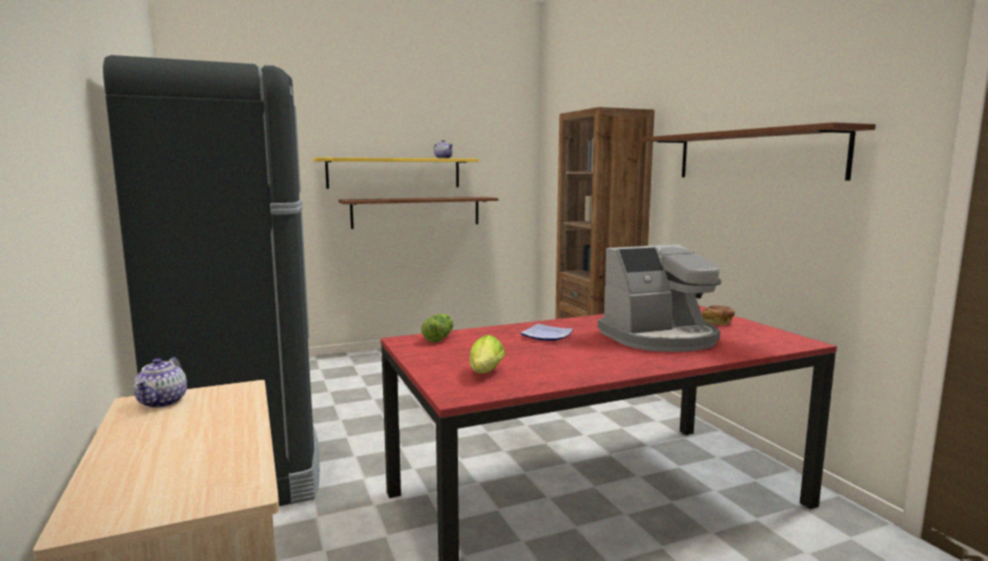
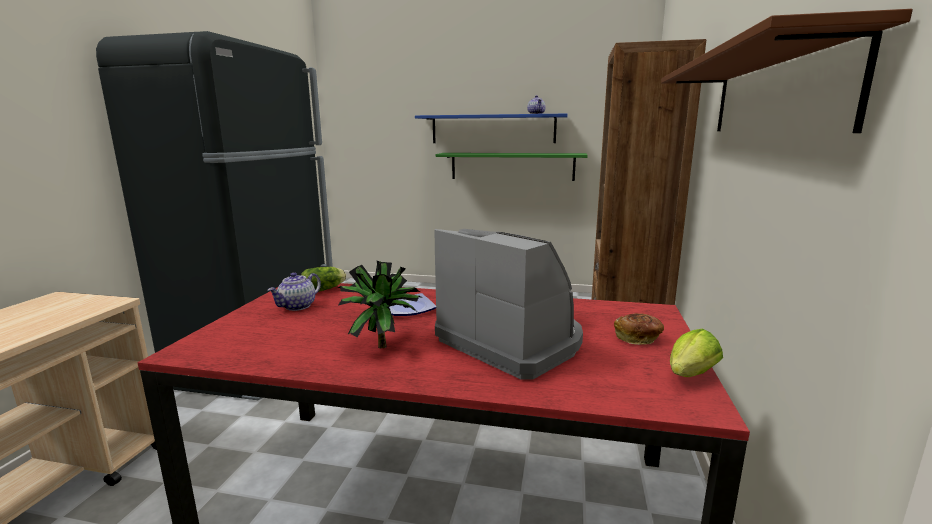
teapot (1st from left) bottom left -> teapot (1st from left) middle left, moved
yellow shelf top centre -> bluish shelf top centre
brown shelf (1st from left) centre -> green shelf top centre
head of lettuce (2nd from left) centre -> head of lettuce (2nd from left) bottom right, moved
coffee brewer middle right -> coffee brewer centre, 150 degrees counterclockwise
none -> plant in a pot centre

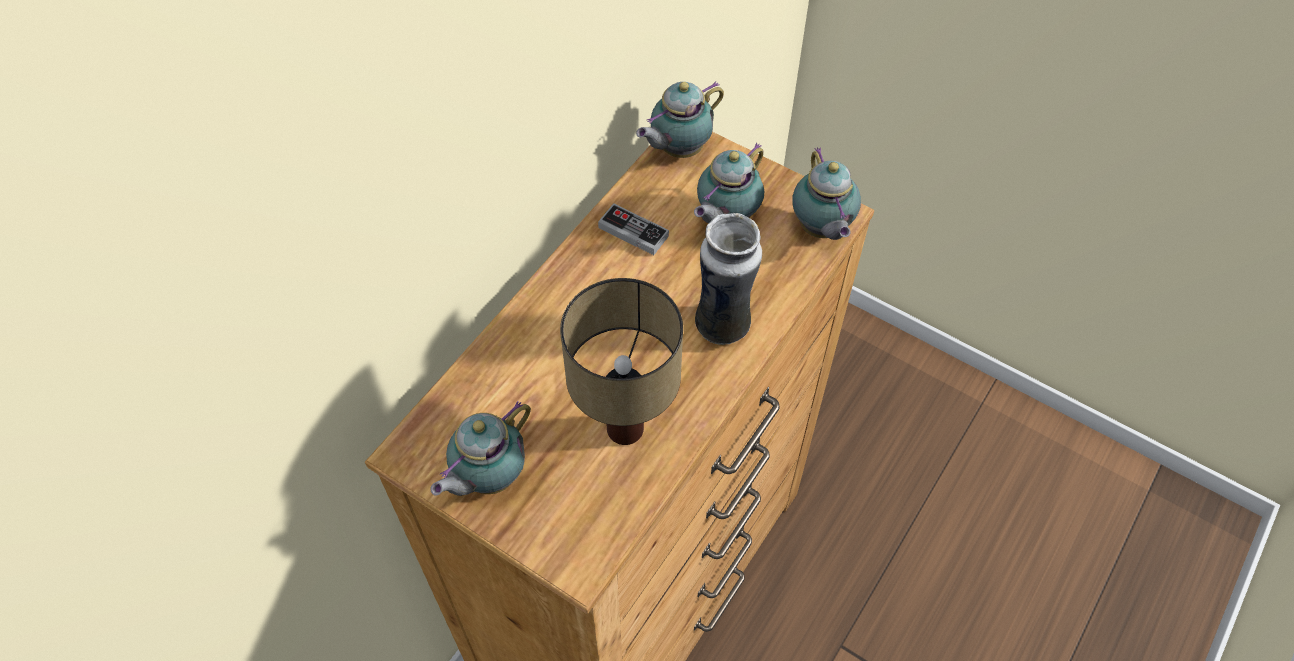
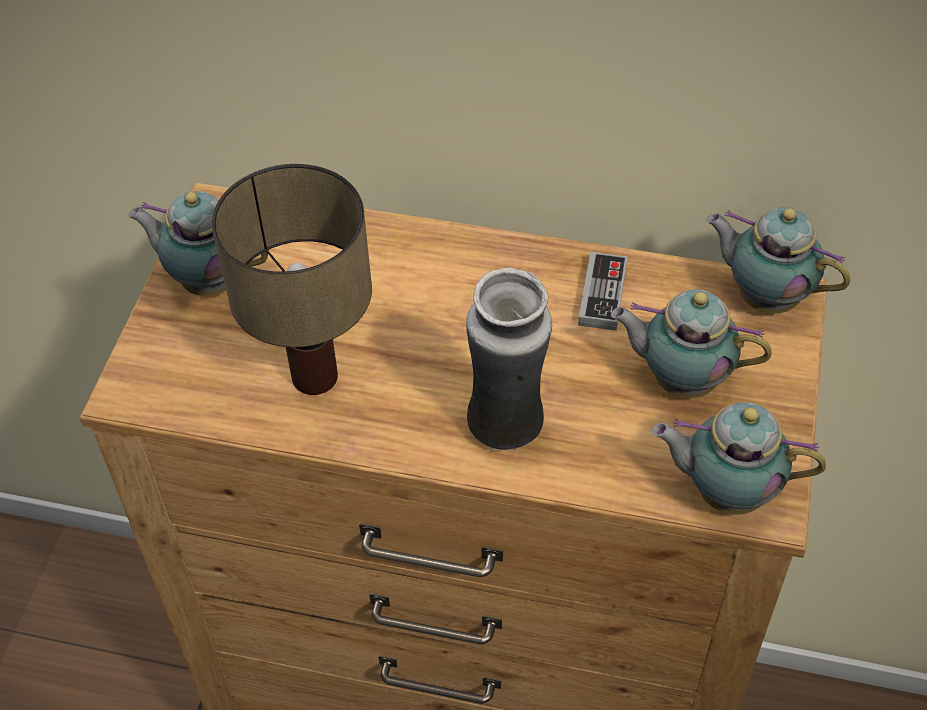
teapot (4th from left in the first image) top centre -> teapot (3rd from left) middle right, 45 degrees clockwise

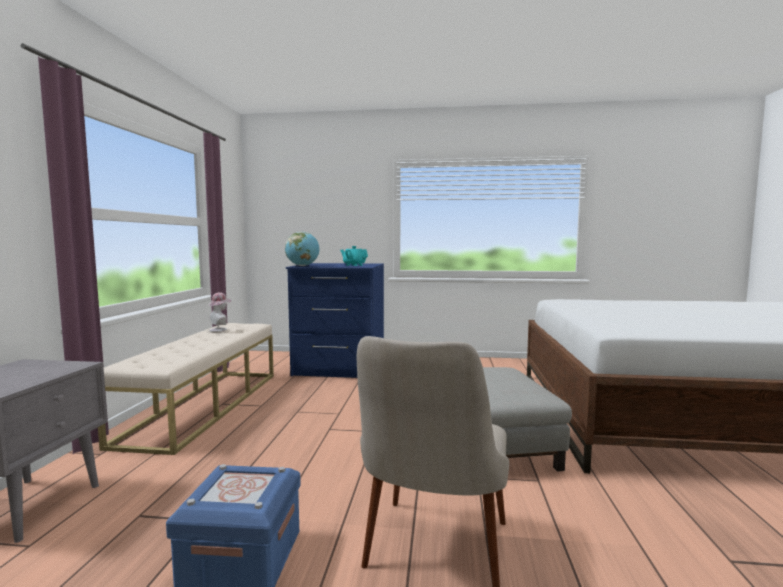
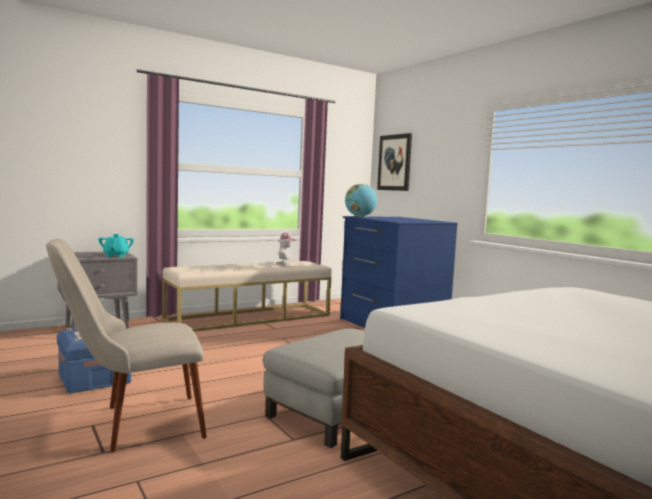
turquoise teapot centre -> turquoise teapot middle left, moved
none -> wall art top centre

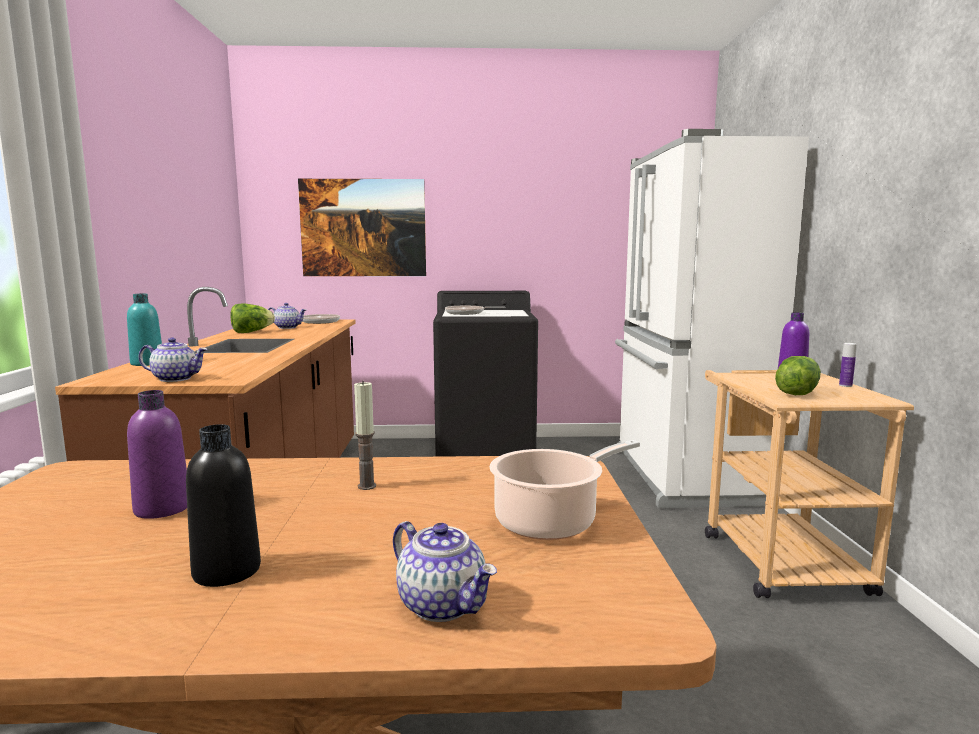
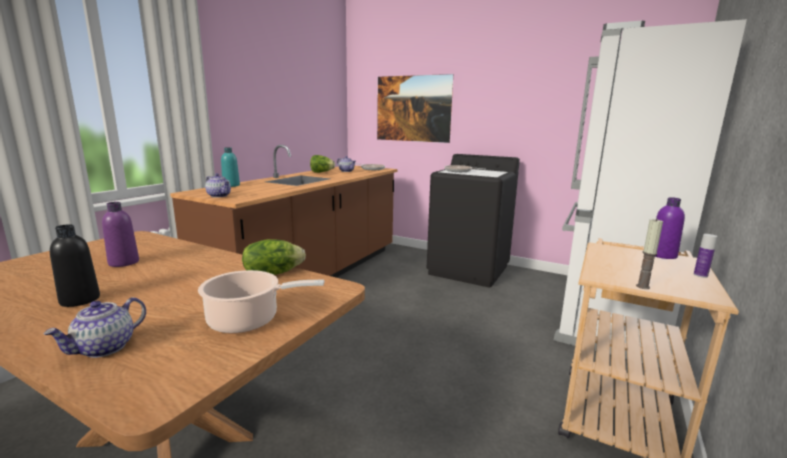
candle centre -> candle middle right, moved
teapot (3rd from left in the first image) bottom centre -> teapot (1st from left) bottom left, 45 degrees clockwise
head of lettuce (2nd from left in the first image) middle right -> head of lettuce (1st from left) centre, moved

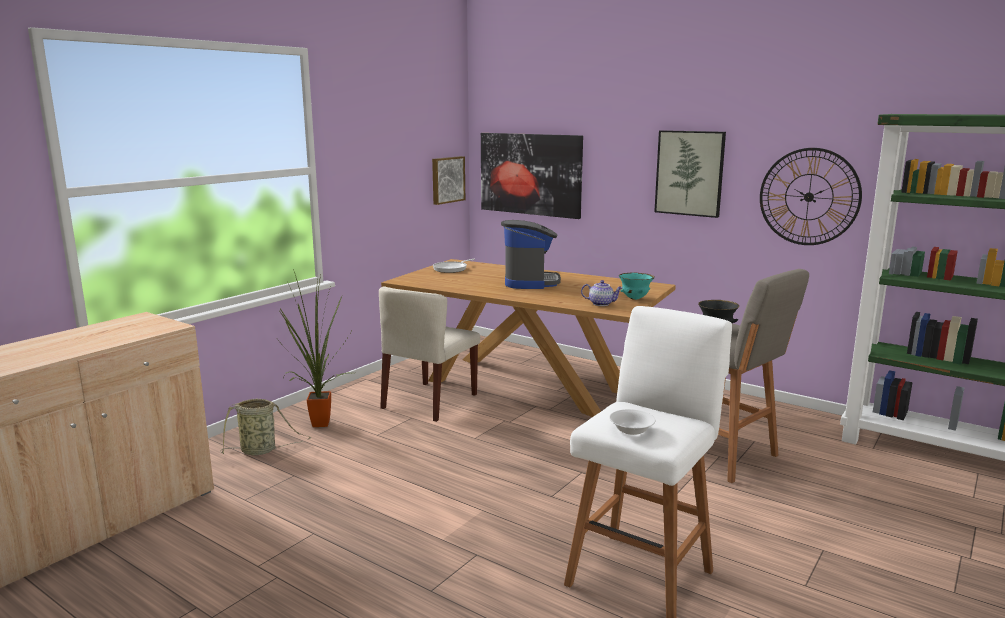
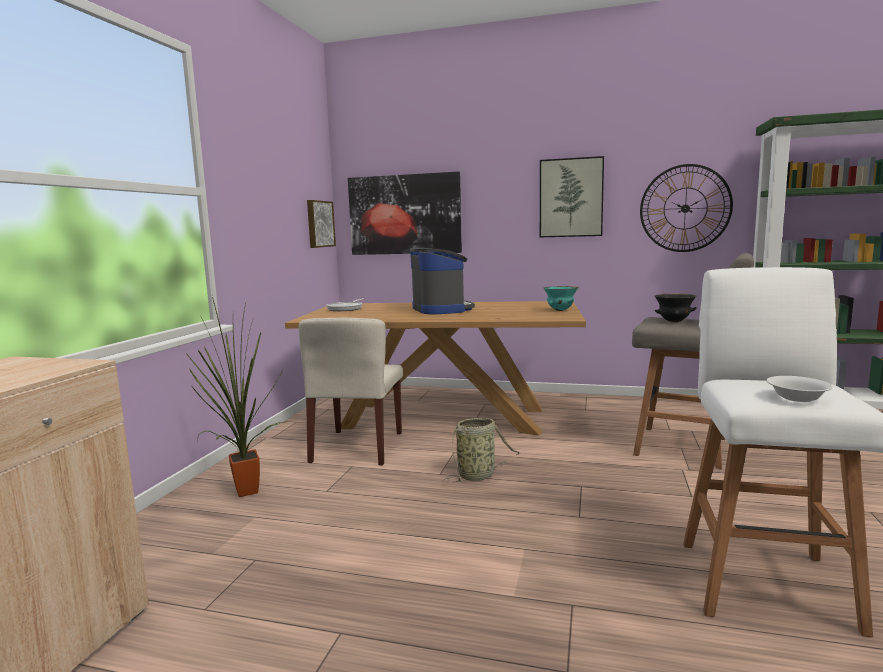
basket bottom left -> basket bottom centre, moved
teapot centre -> none

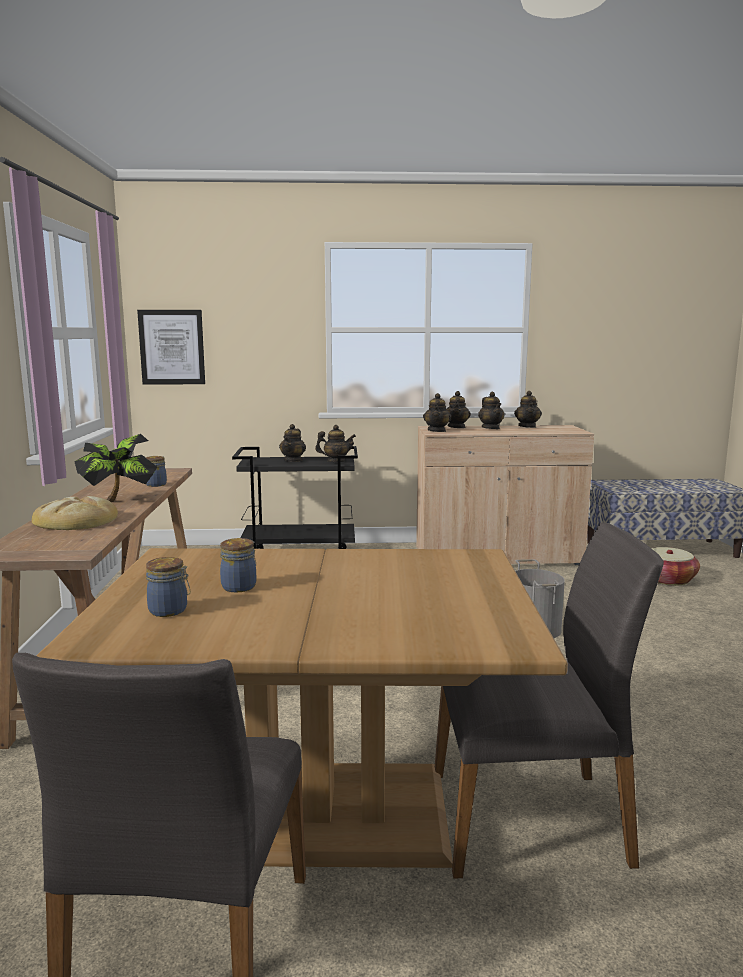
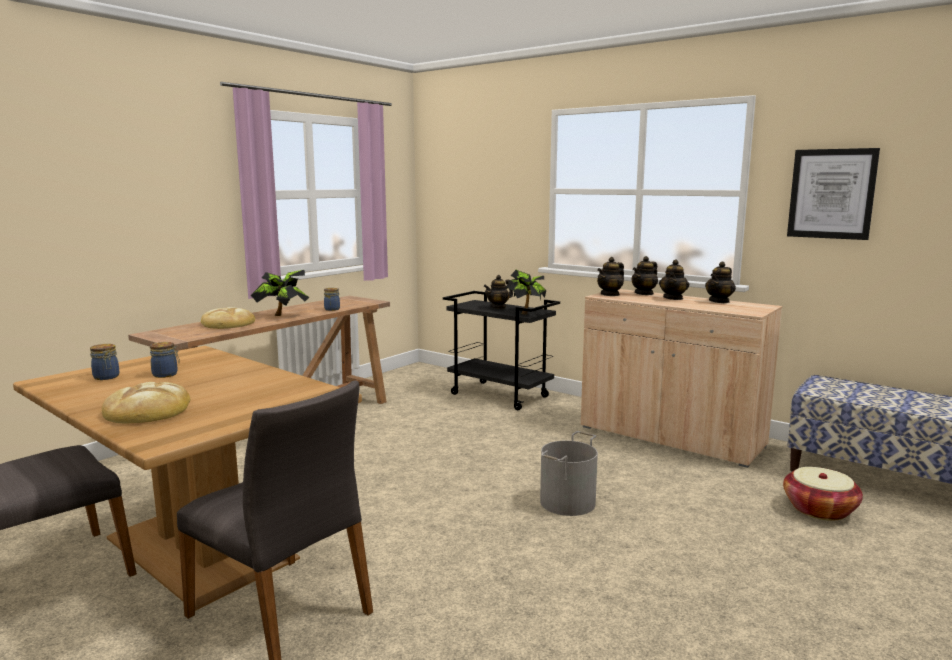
wall art middle left -> wall art top right, moved
teapot (2nd from left) centre -> plant in a pot (2nd from left) centre
none -> baked bread (1st from left) middle left

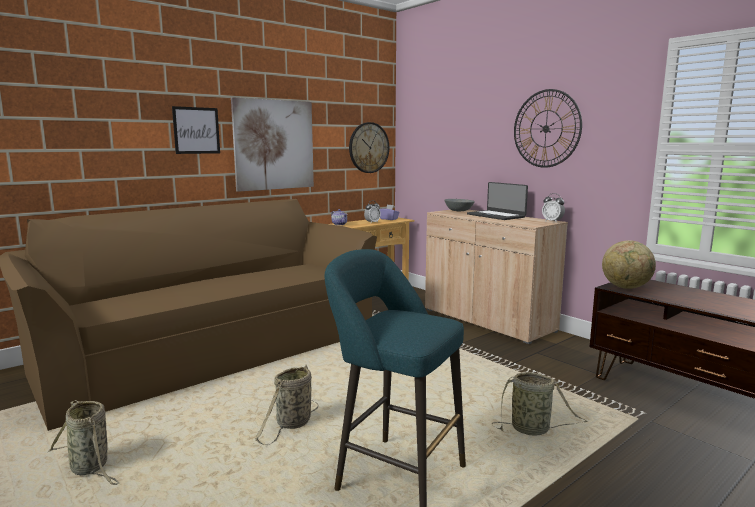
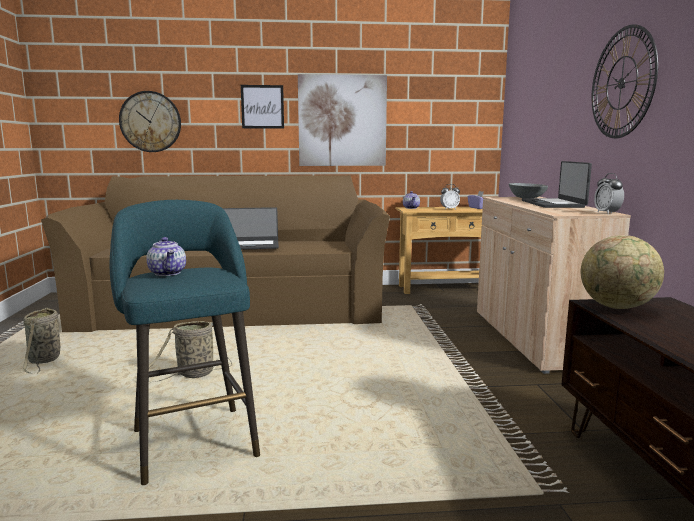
clock on the wall (1st from left) top centre -> clock on the wall (1st from left) top left, moved
basket (3rd from left) bottom right -> none
none -> teapot (1st from left) middle left
none -> laptop (1st from left) centre

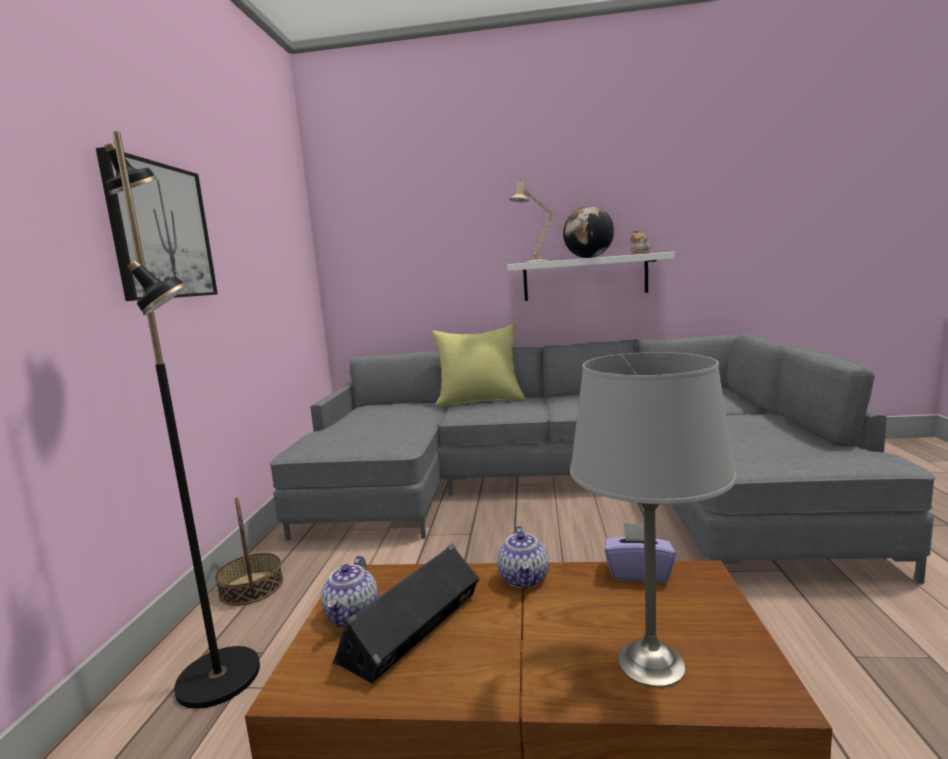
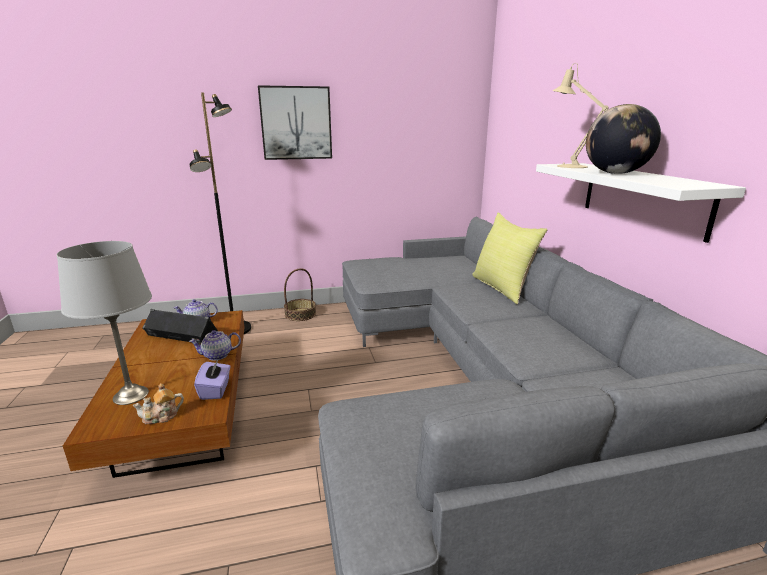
teapot (3rd from left in the first image) top right -> teapot (1st from left) bottom left, moved

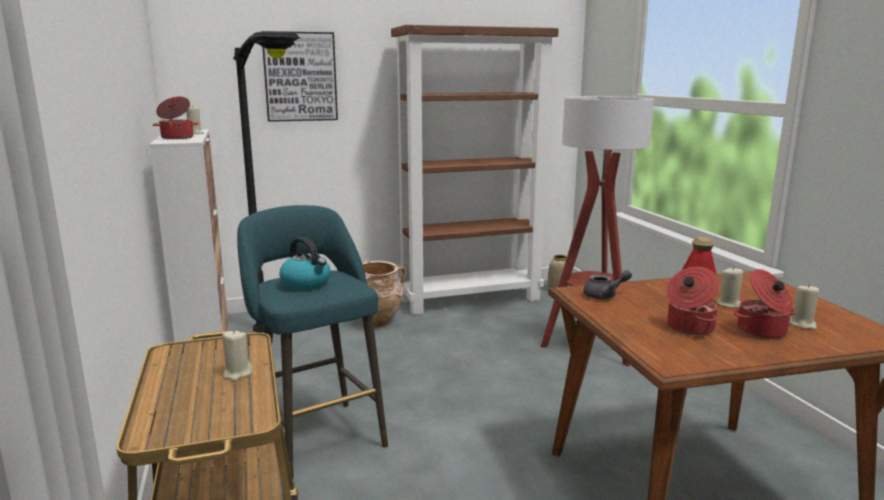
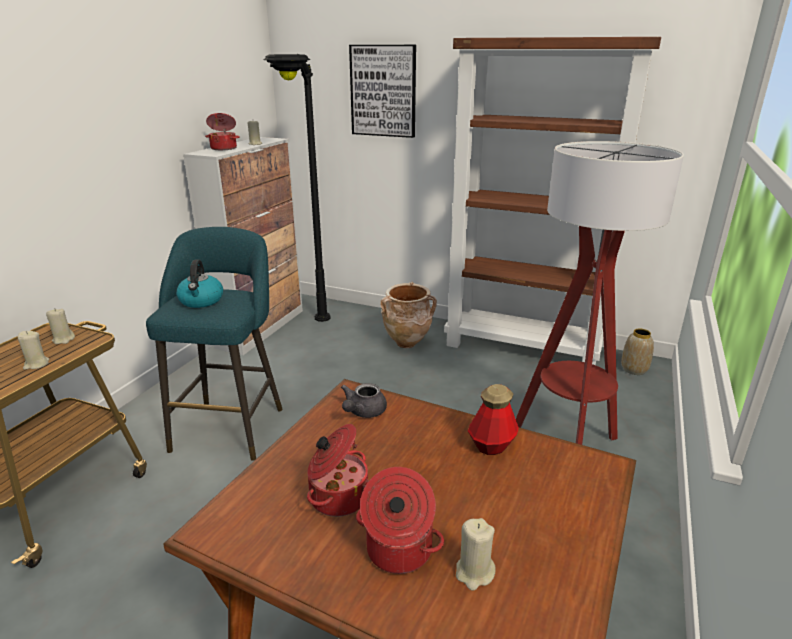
gray teapot middle right -> gray teapot centre, 90 degrees clockwise
beige-coloured candle (3rd from left in the first image) middle right -> beige-coloured candle (2nd from left) middle left, moved

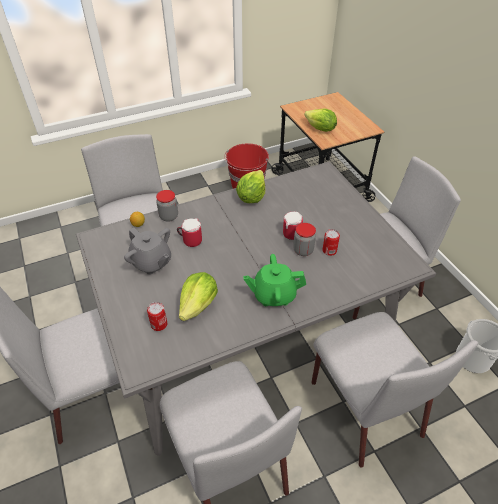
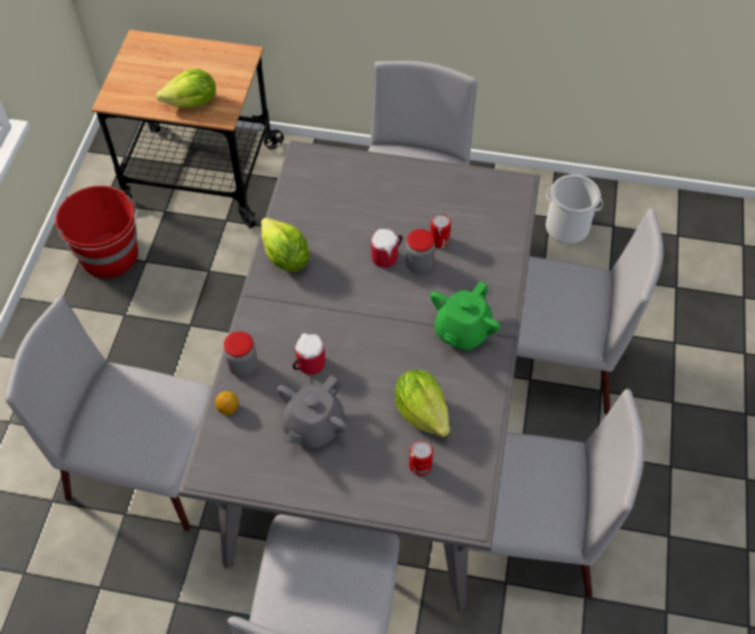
gray teapot middle left -> gray teapot centre, 135 degrees clockwise

